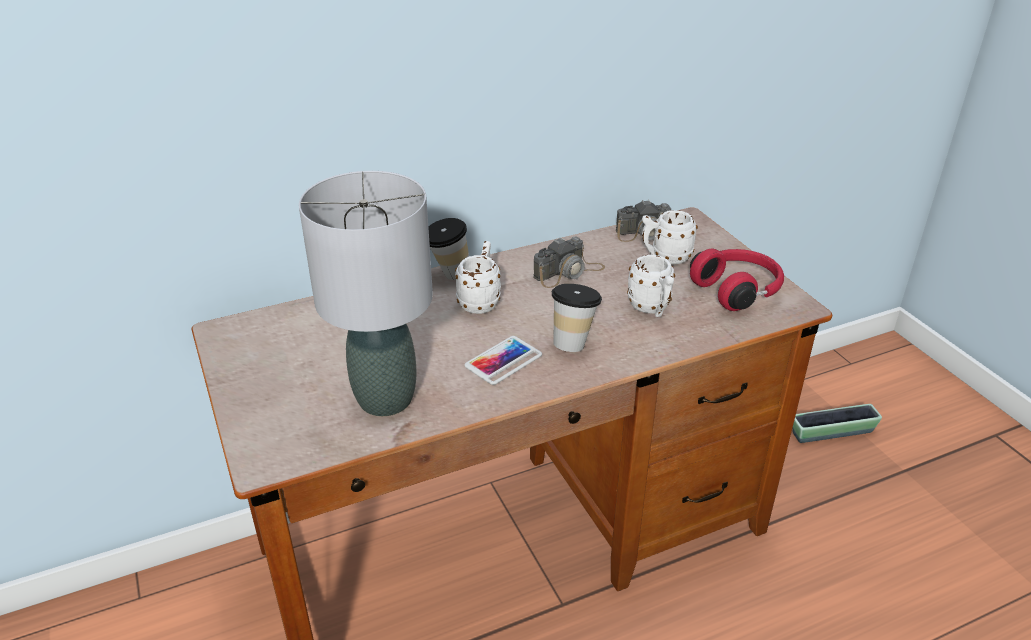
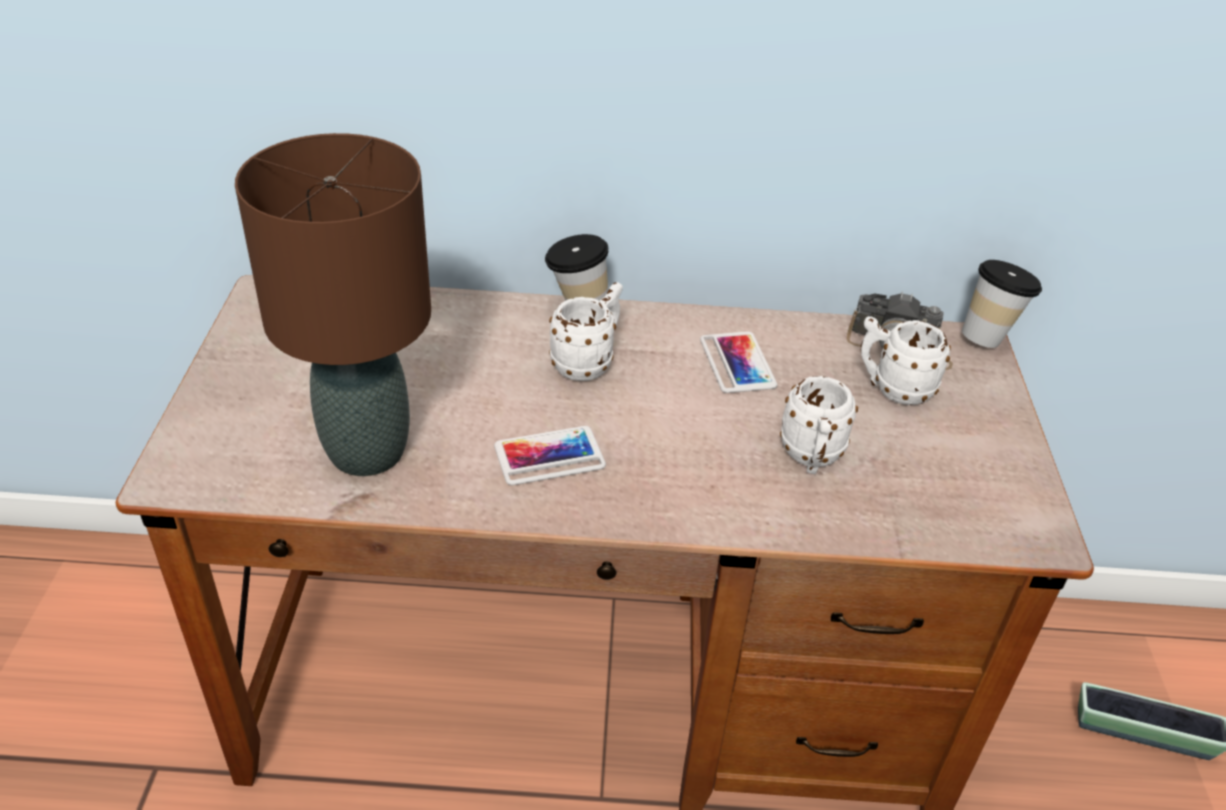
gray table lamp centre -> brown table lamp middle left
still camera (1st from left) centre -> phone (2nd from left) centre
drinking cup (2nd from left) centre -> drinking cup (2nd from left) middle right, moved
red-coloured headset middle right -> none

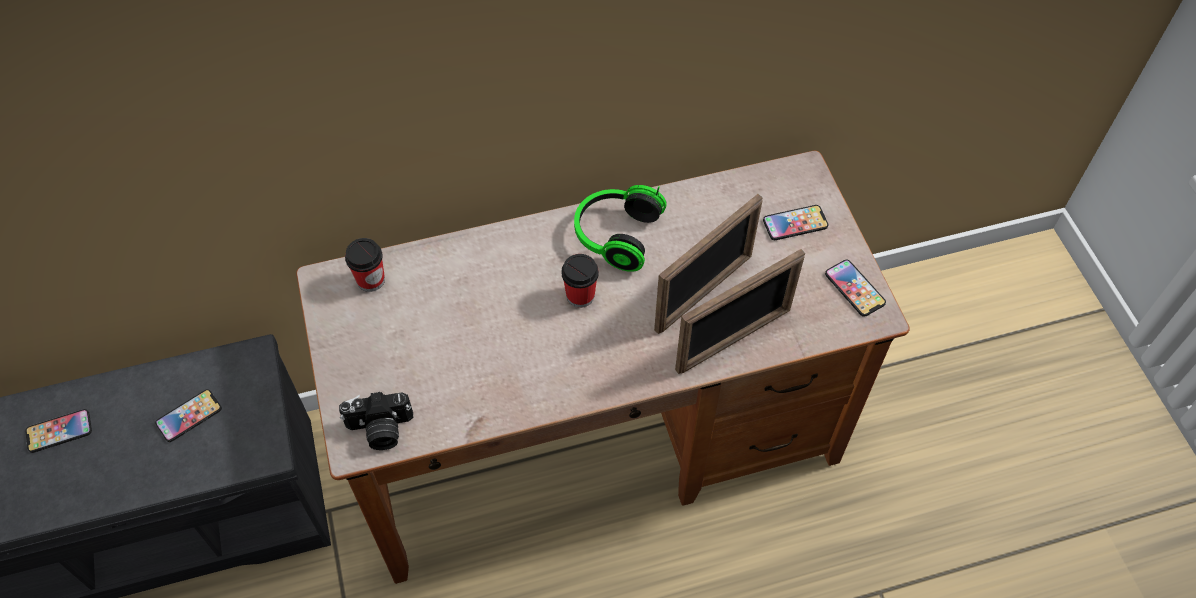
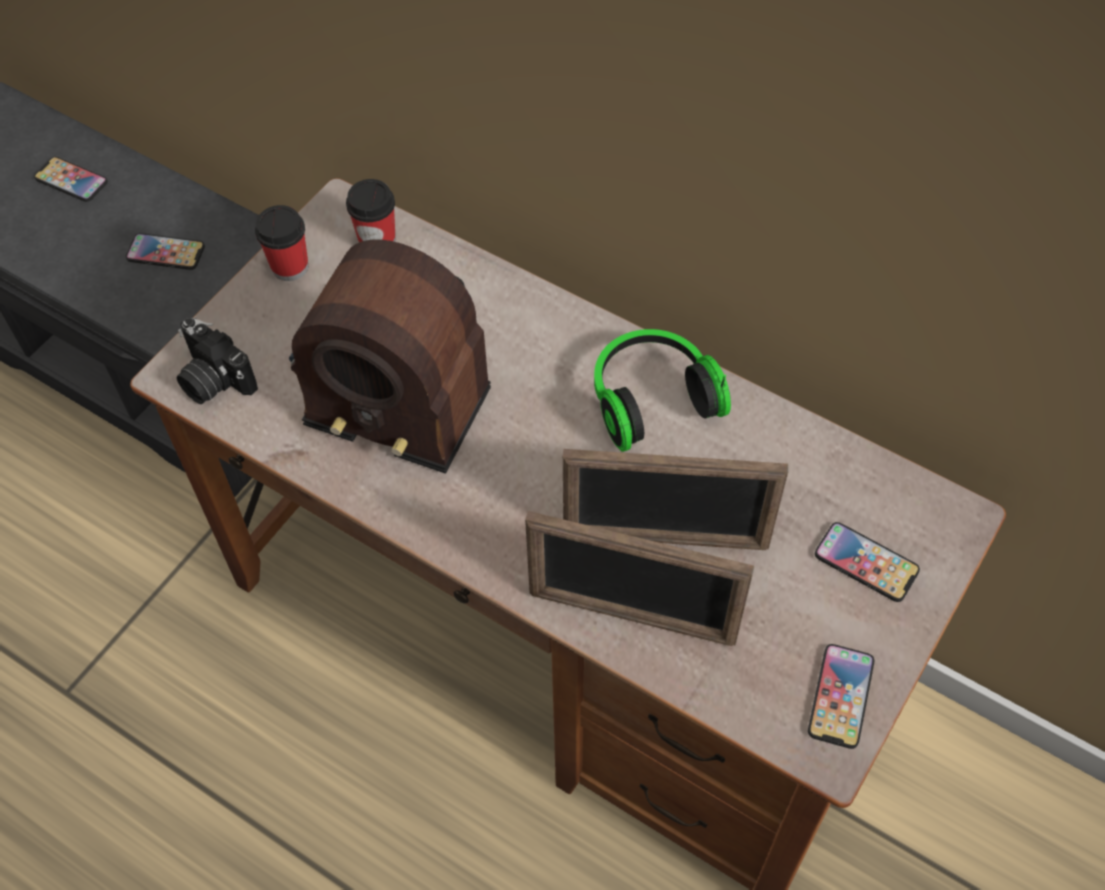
drinking cup (2nd from left in the first image) centre -> drinking cup (1st from left) top left, moved
none -> radio set centre

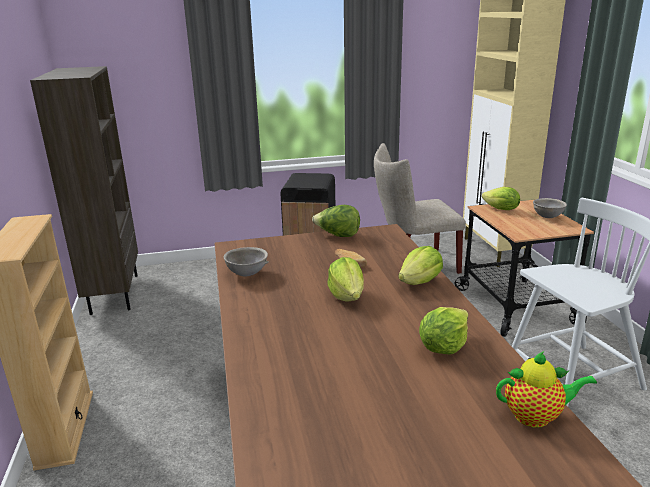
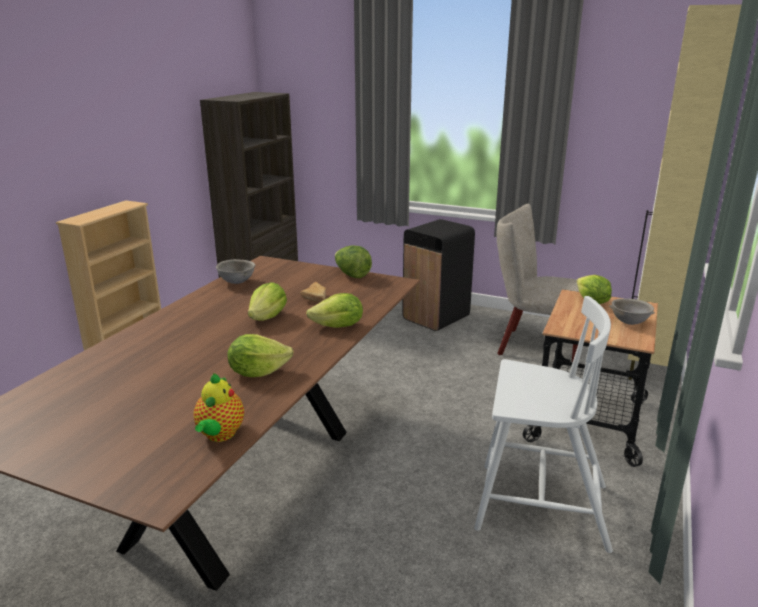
teapot bottom right -> teapot bottom left, 60 degrees clockwise

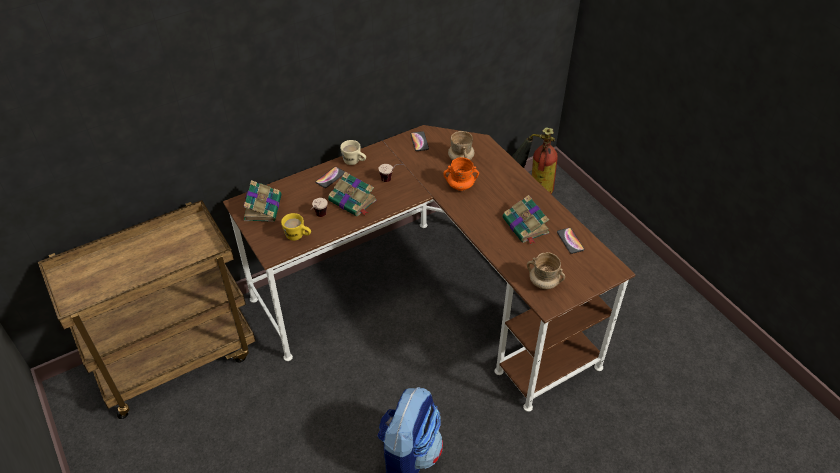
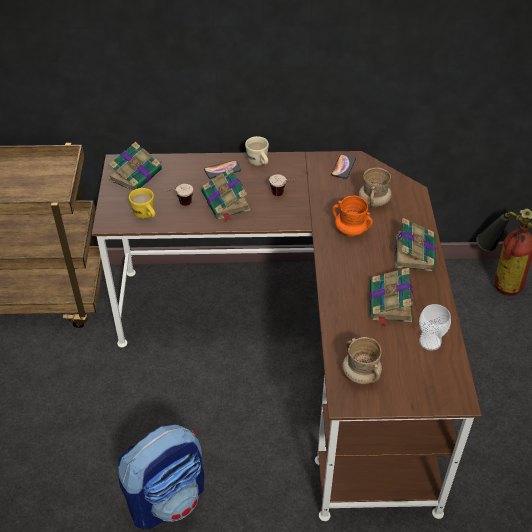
phone (3rd from left) middle right -> drinking cup (3rd from left) middle right
none -> volume (4th from left) middle right

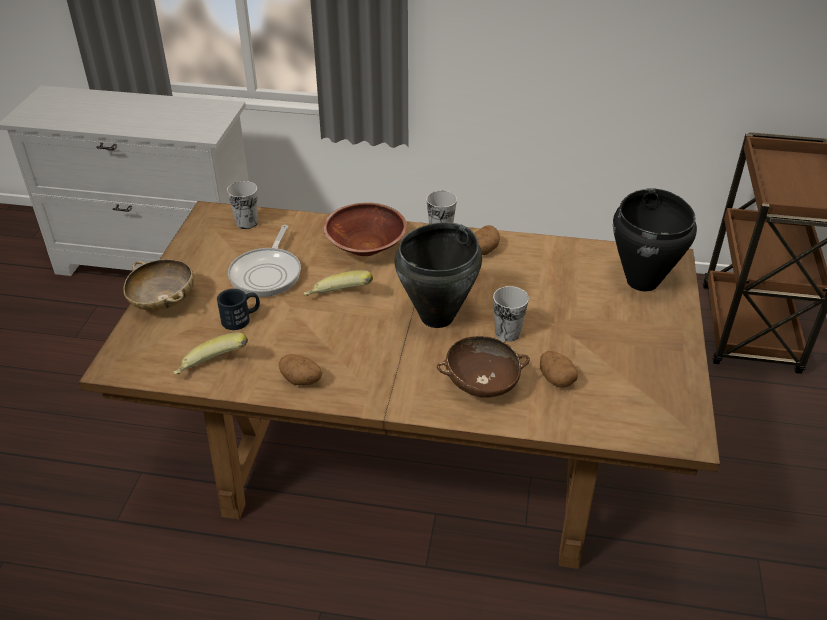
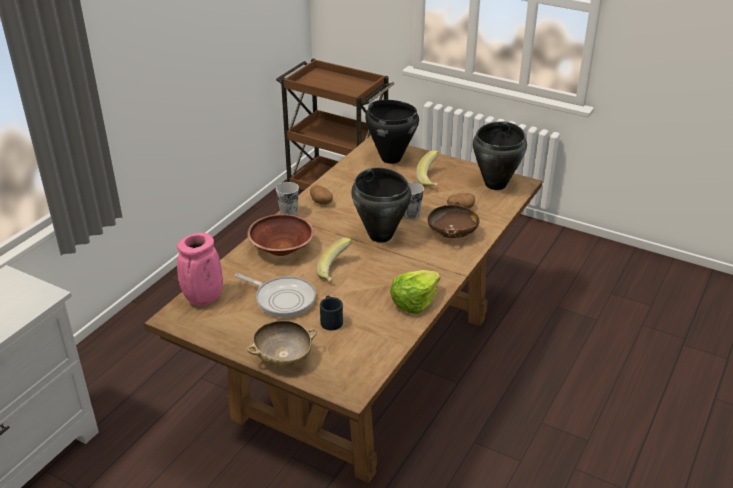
whole banana (1st from left in the first image) middle left -> whole banana (2nd from left) centre, moved
drinking cup (1st from left) top left -> pink vase middle left
potato (1st from left) centre -> head of lettuce centre
none -> black stockpot (3rd from left) top right

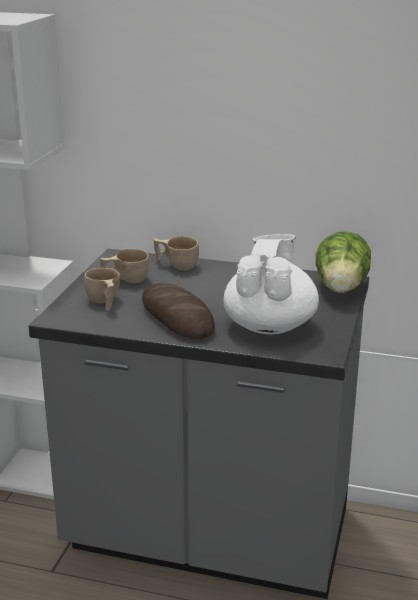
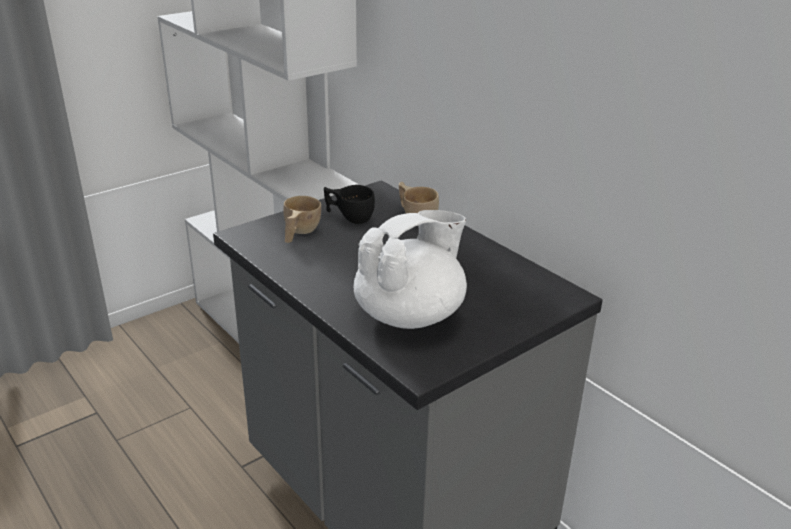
beige-coloured drinking cup (2nd from left) middle left -> black drinking cup centre
baked bread centre -> none
head of lettuce middle right -> none

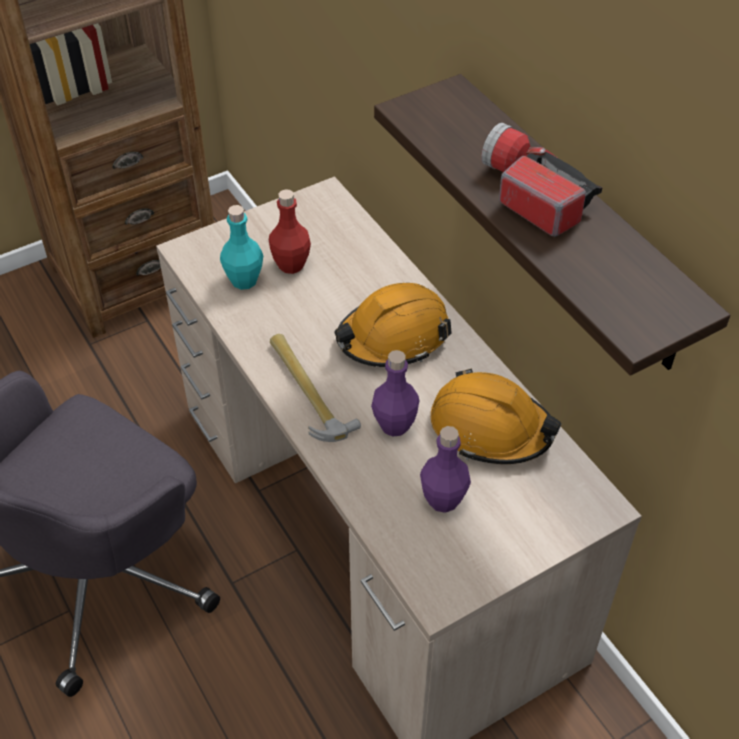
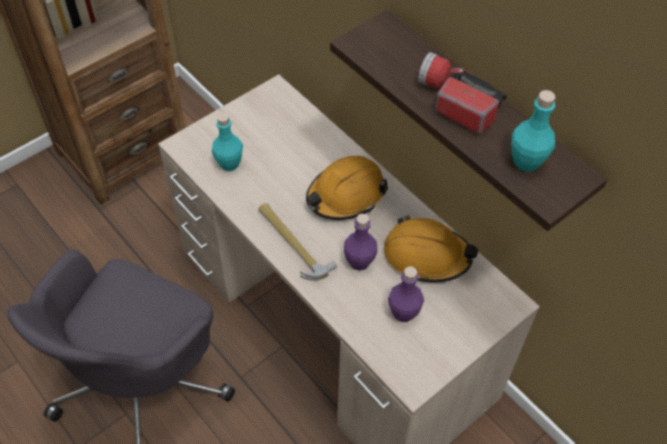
red-coloured beverage bottle top centre -> none
none -> turquoise beverage bottle (2nd from left) top right

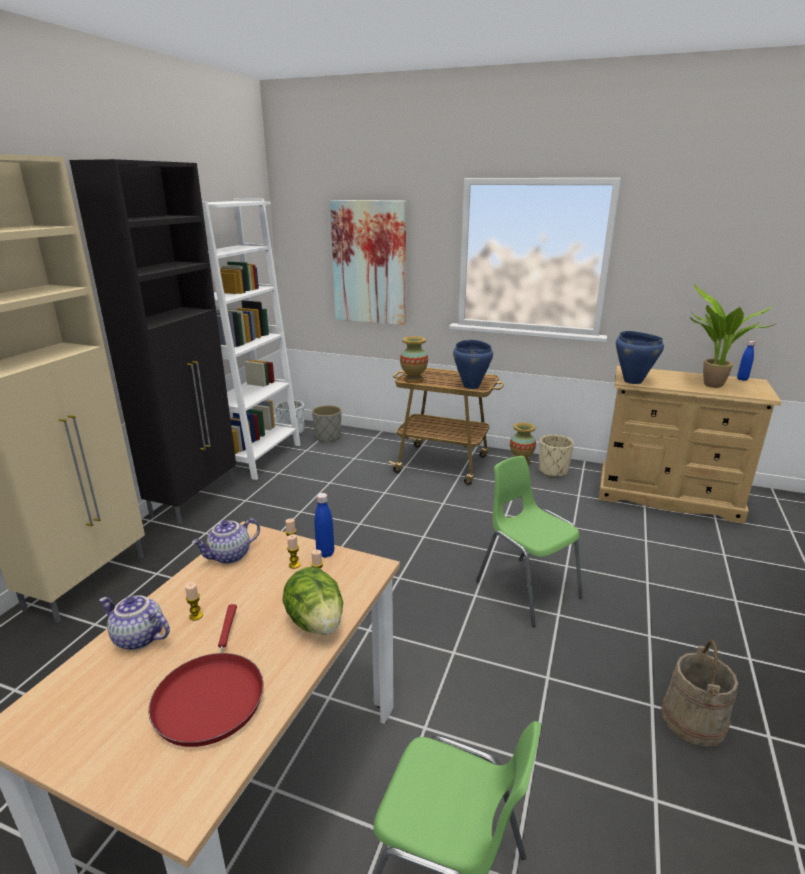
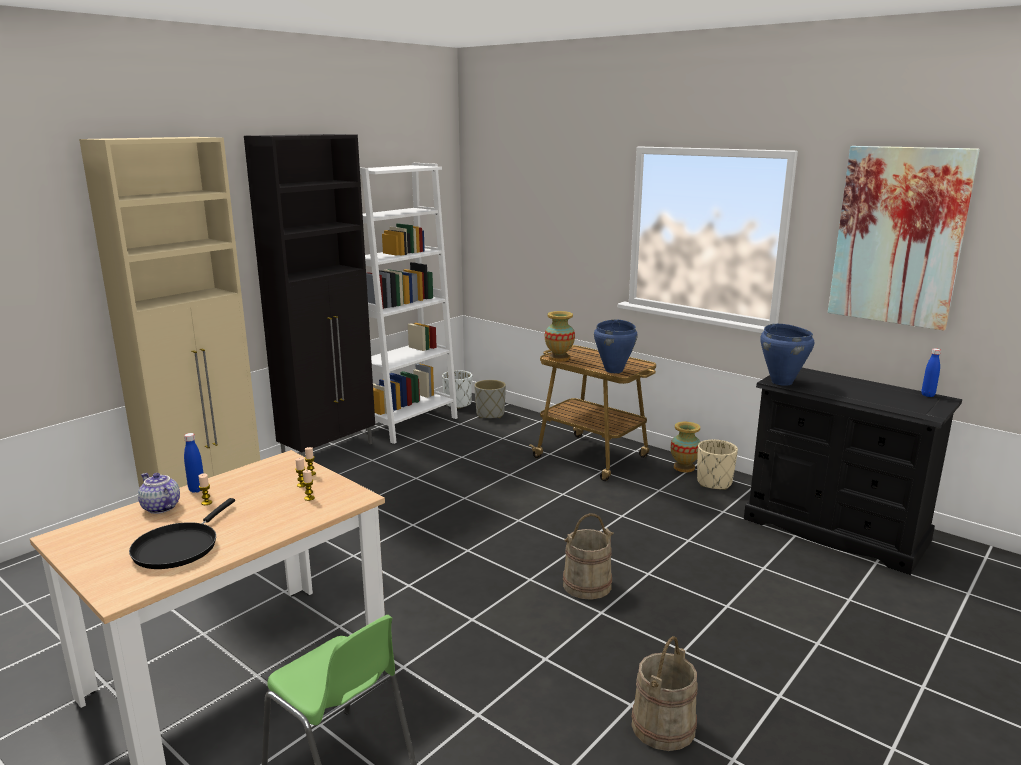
red-coloured frying pan bottom left -> black frying pan bottom left
teapot (2nd from left) middle left -> none
head of lettuce bottom centre -> none
bluish beverage bottle (1st from left) centre -> bluish beverage bottle (1st from left) middle left, moved
wall art top centre -> wall art top right, moved
green upright chair (2nd from left) centre -> beige-coloured bucket (1st from left) bottom centre
beige-coloured drawer chest middle right -> black drawer chest middle right
plant in a pot middle right -> none

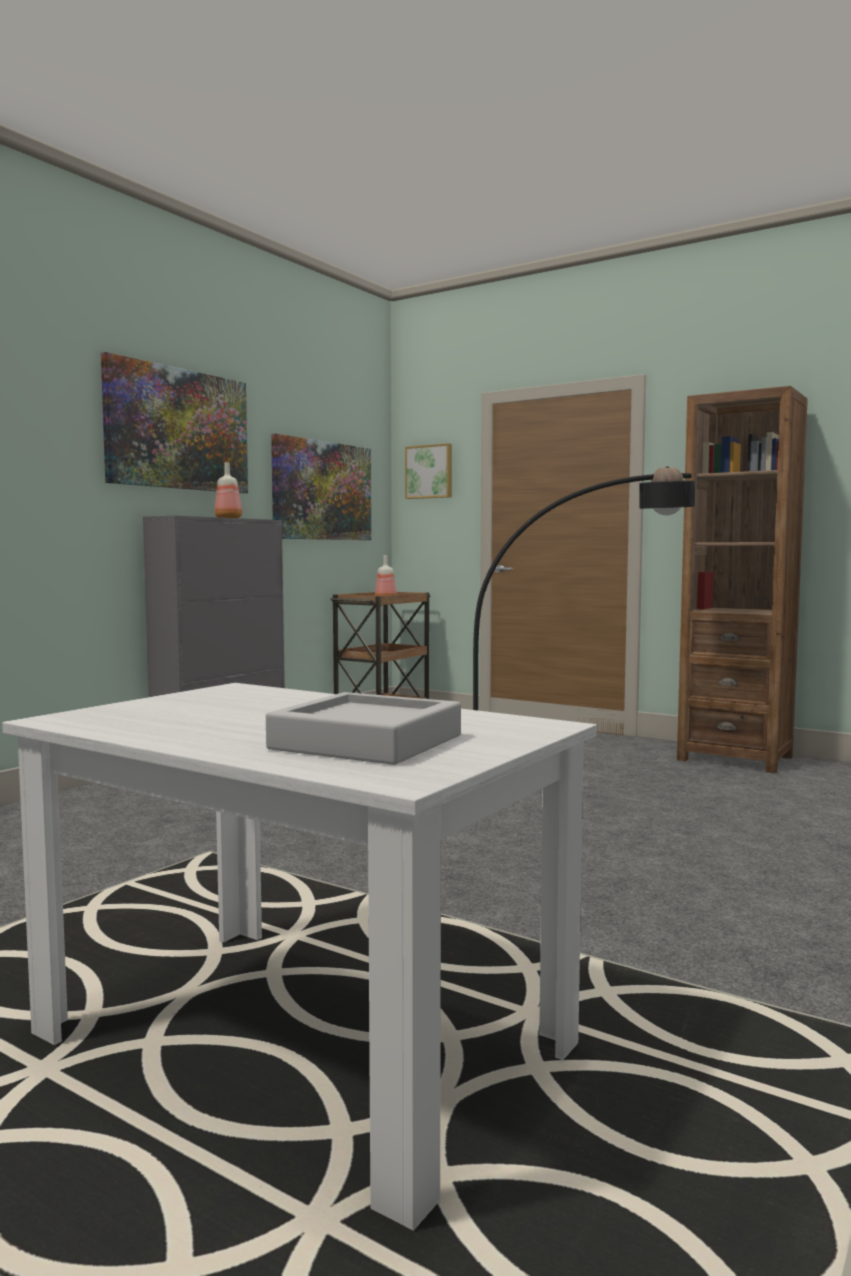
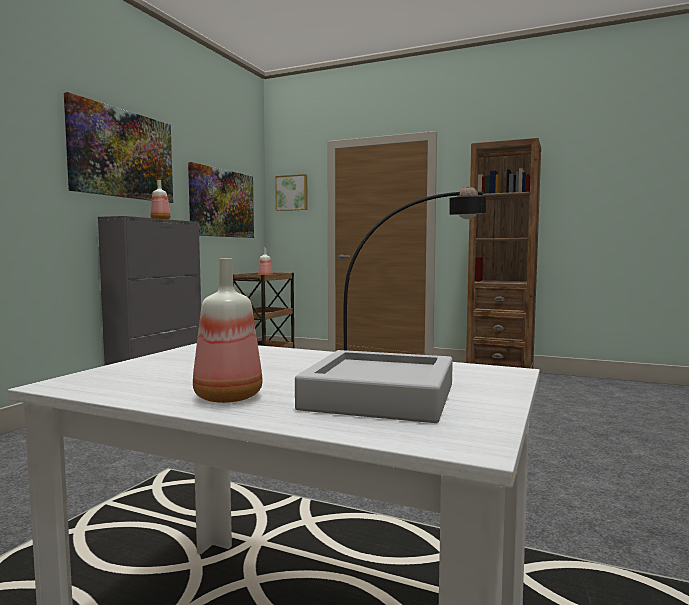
none -> beverage bottle (2nd from left) middle left

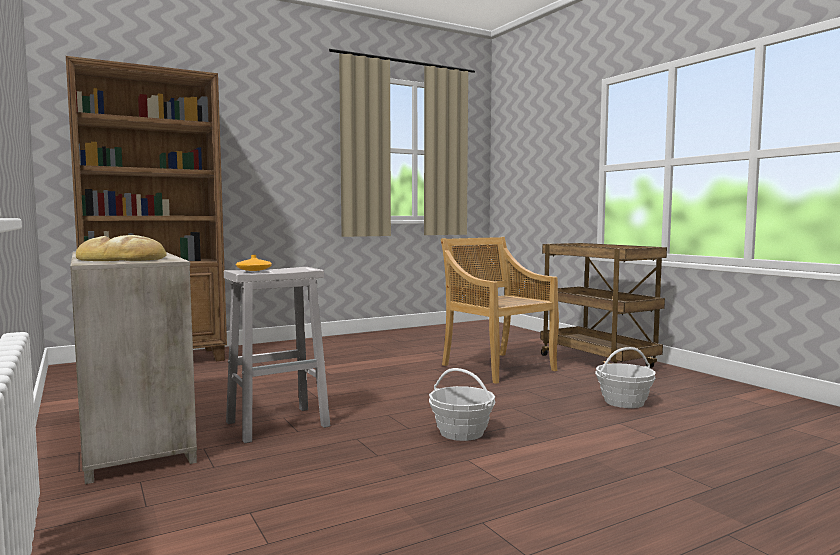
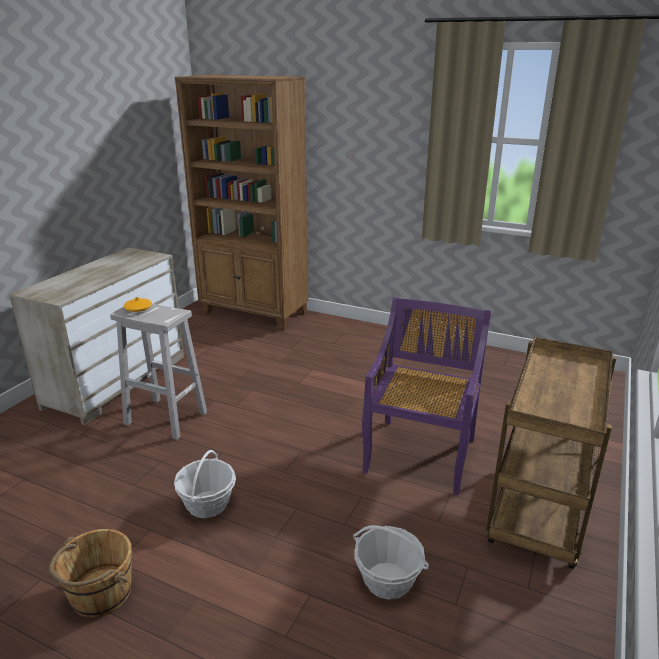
baked bread middle left -> none
beige-coloured upright chair centre -> purplish upright chair centre
none -> brown bucket bottom left

